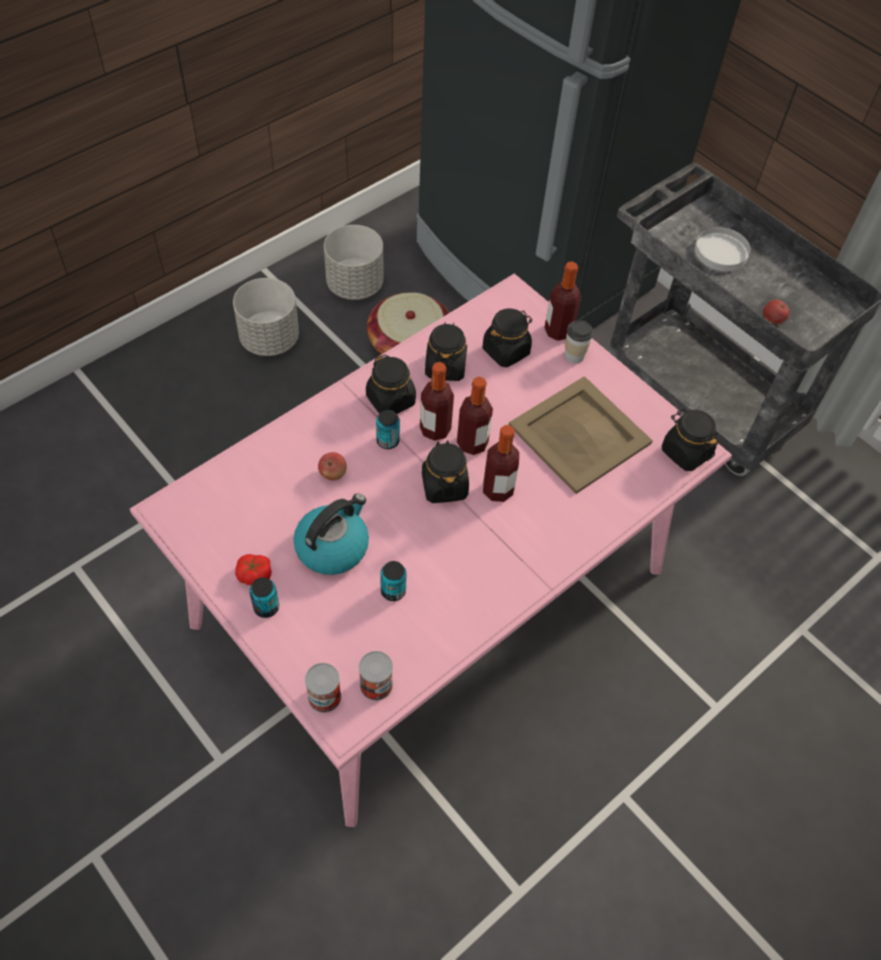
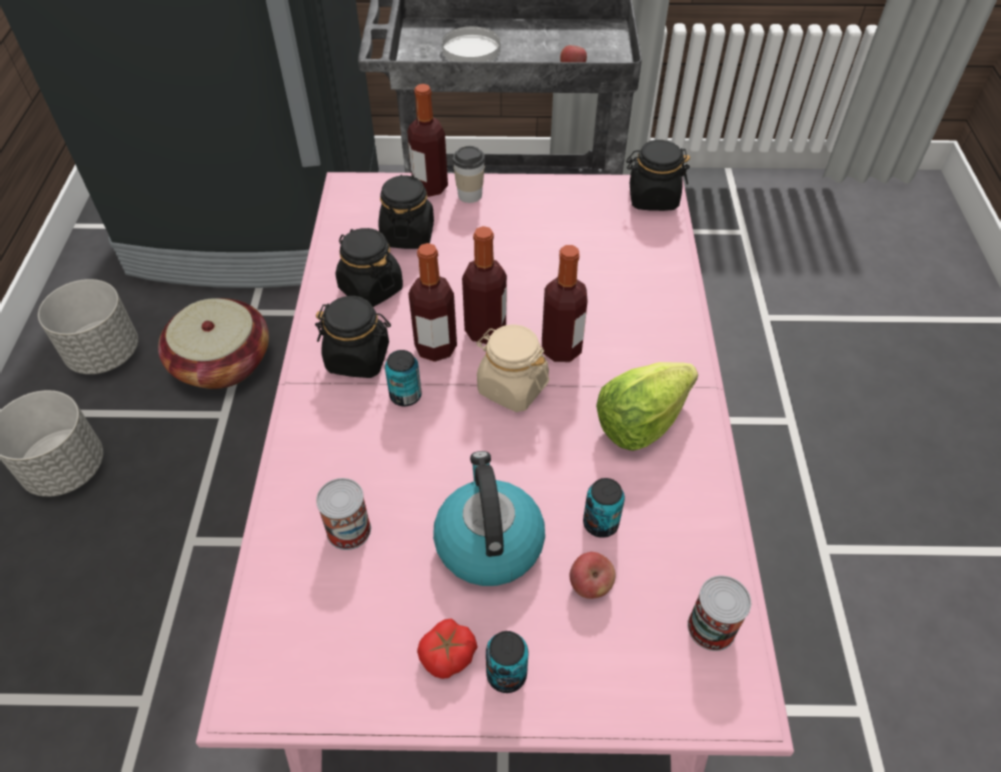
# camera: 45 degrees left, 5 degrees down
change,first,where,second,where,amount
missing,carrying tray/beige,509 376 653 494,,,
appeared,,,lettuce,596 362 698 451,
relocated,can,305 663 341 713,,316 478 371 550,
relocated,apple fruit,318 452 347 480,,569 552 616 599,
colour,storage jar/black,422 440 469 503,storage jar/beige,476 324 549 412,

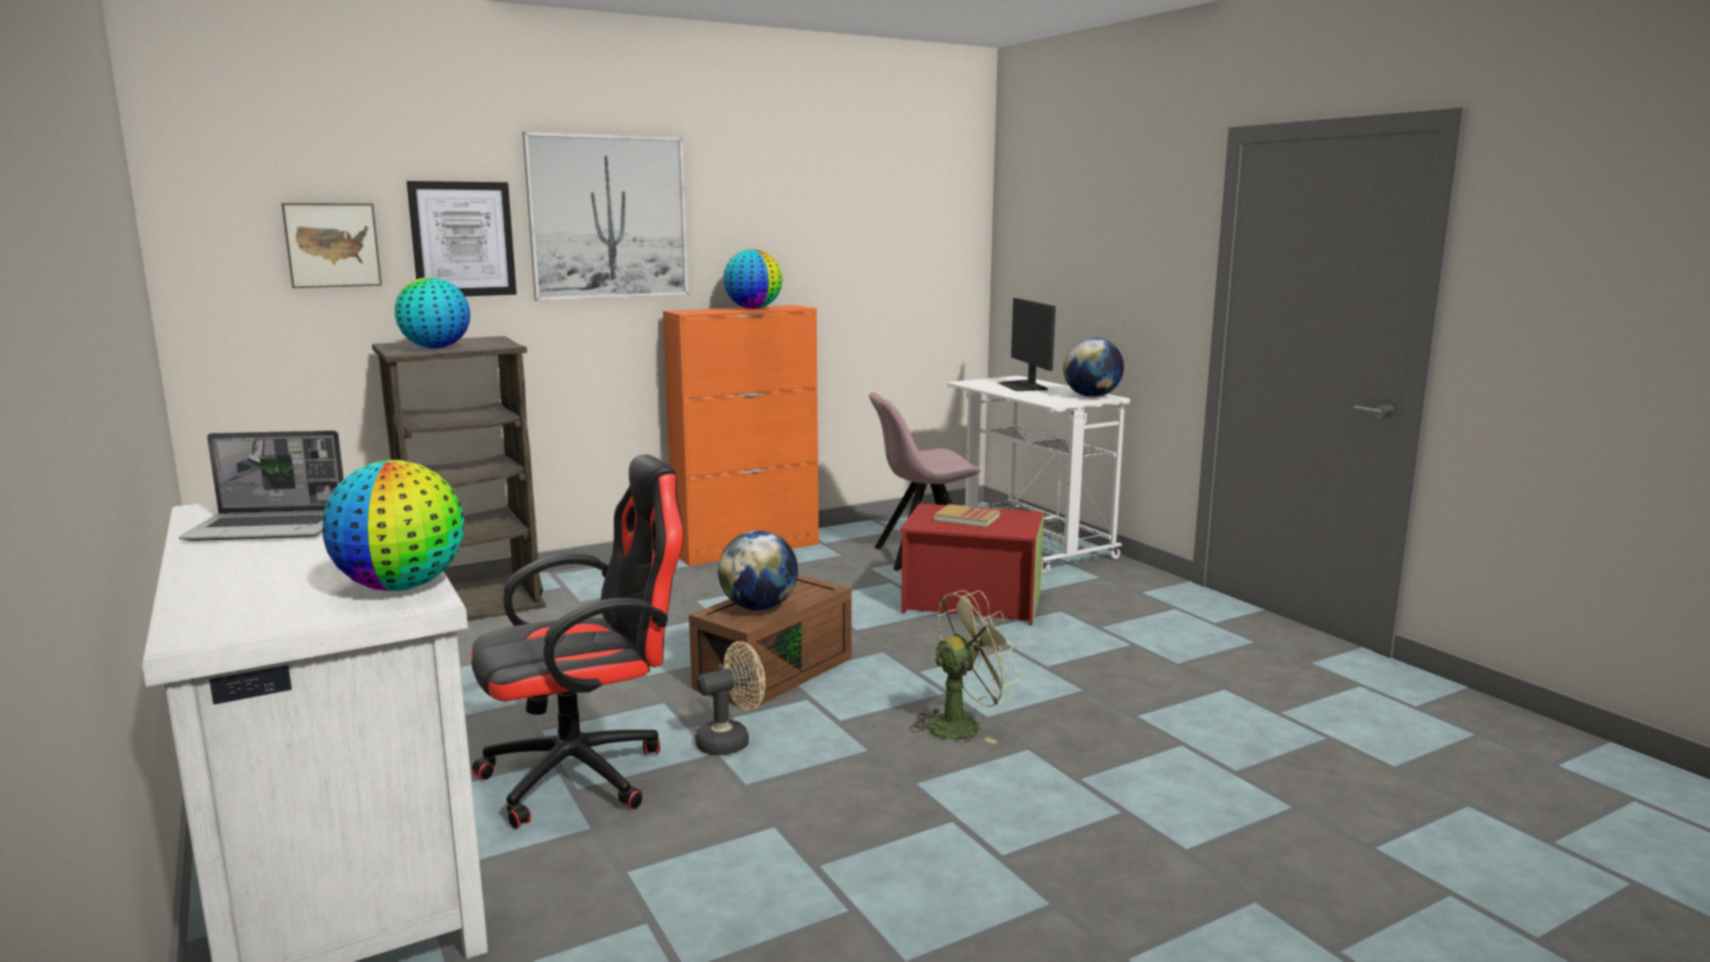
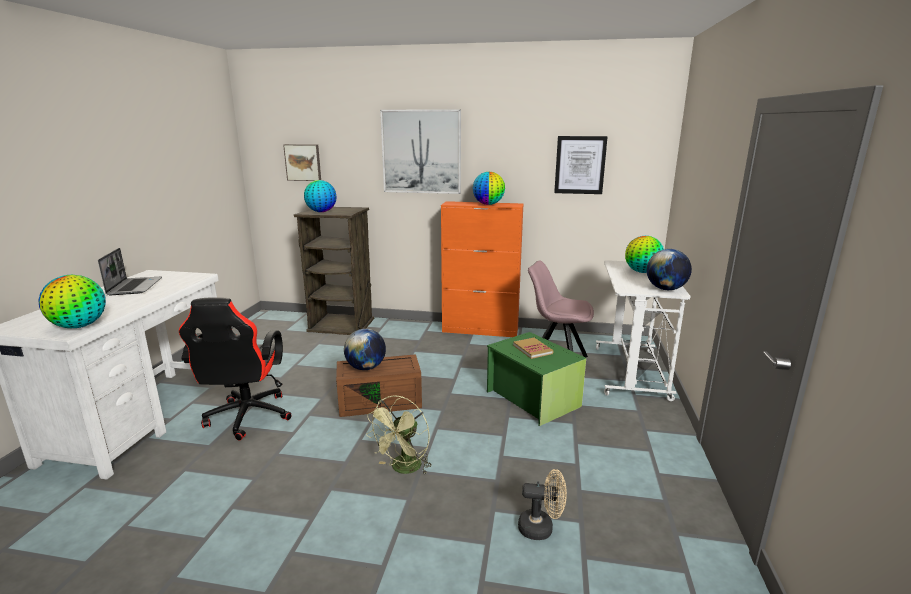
# camera: 40 degrees right, 5 degrees up
change,first,where,second,where,amount
relocated,picture,407 181 517 296,,554 136 608 194,
relocated,electric fan/beige,695 641 765 755,,518 469 567 540,
exchanged,computer screen,998 298 1056 391,world globe,625 236 664 273,
colour,storage bin/reddish,900 503 1044 625,storage bin/green-coloured,487 332 587 426,
spun,laptop,179 430 344 541,,98 248 162 295,135 degrees counterclockwise
spun,desk chair/black,471 454 684 829,,179 297 291 441,75 degrees clockwise
spun,electric fan/green-coloured,909 590 1021 744,,366 395 432 475,105 degrees clockwise

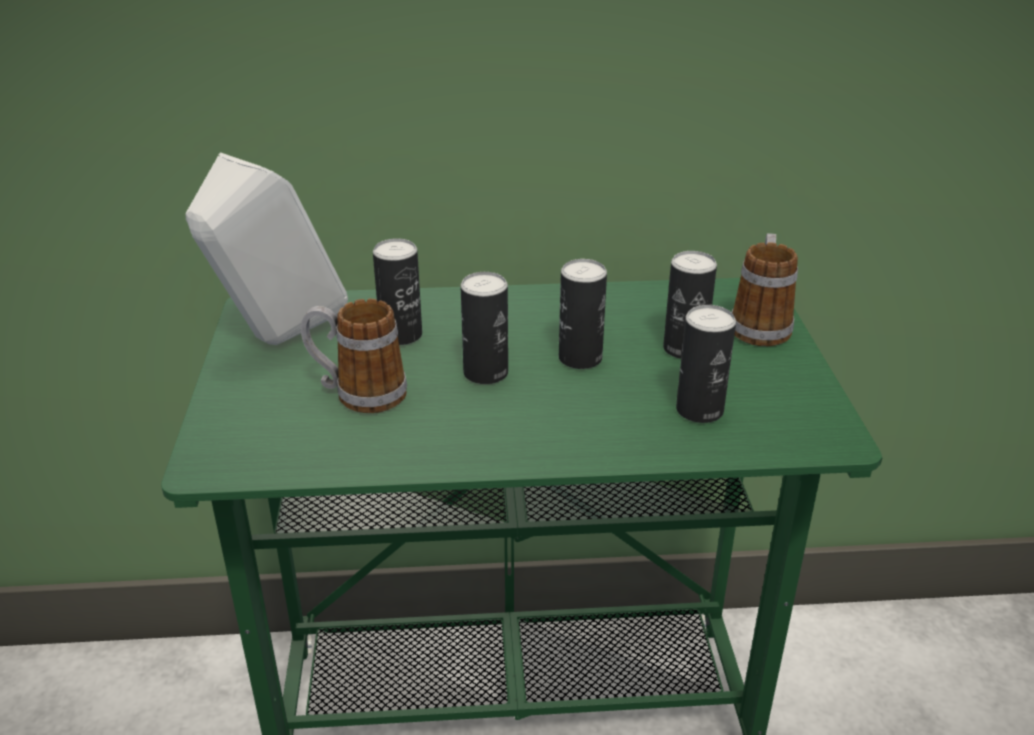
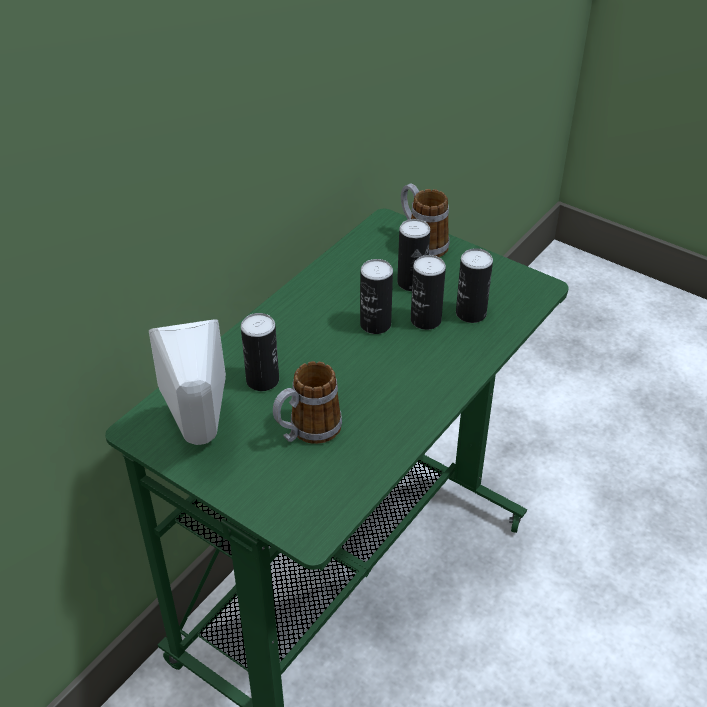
# camera: 50 degrees left, 10 degrees up
change,first,where,second,where,amount
relocated,can,460 272 508 384,,411 255 446 330,

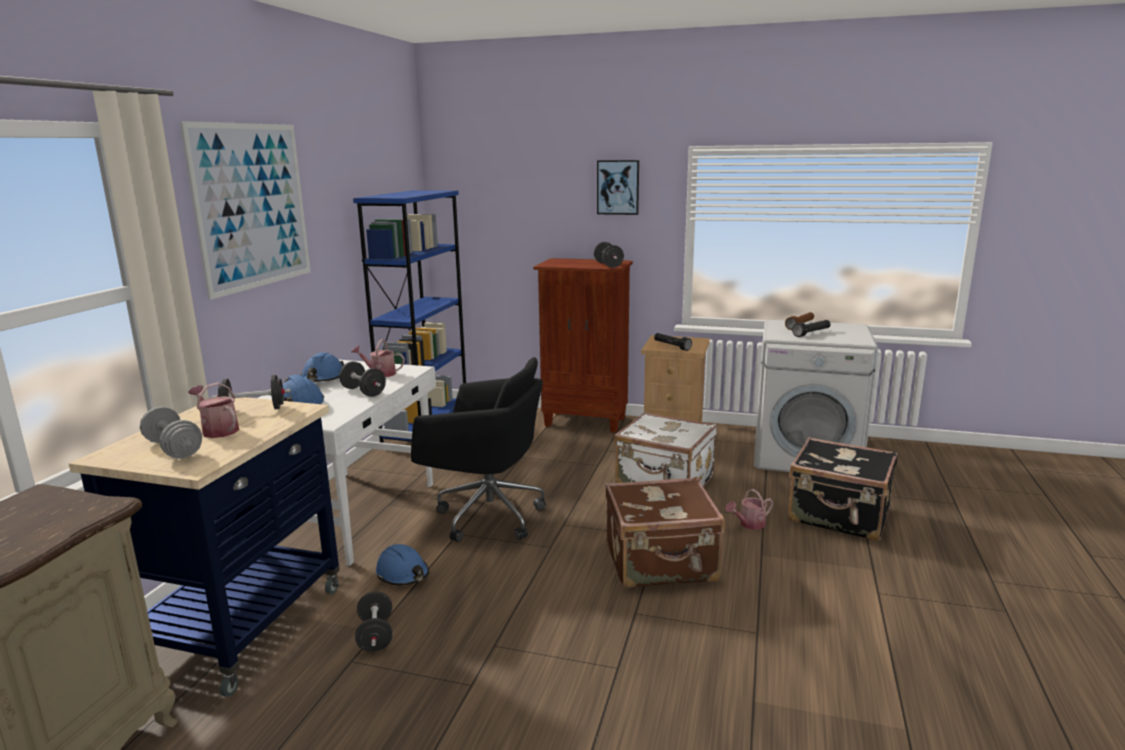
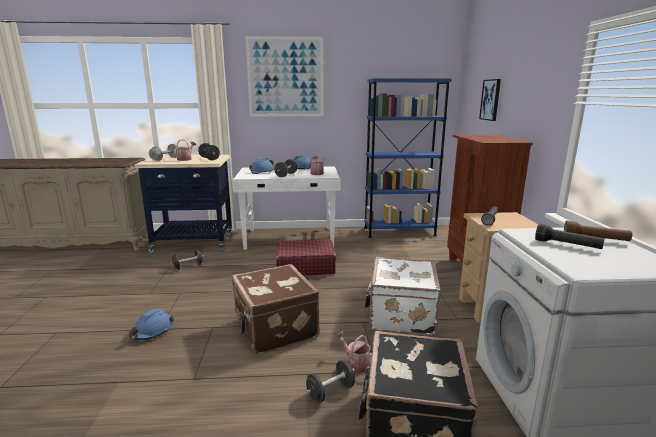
# camera: 70 degrees right, 0 degrees up
change,first,where,second,where,amount
relocated,safety helmet/blue,376 544 429 586,,129 309 174 340,
relocated,free weight/black,594 242 624 268,,305 360 355 403,
relocated,picture,597 160 639 215,,479 79 501 121,
exchanged,desk chair/black,411 357 546 542,piece of luggage/reddish,276 239 336 275,

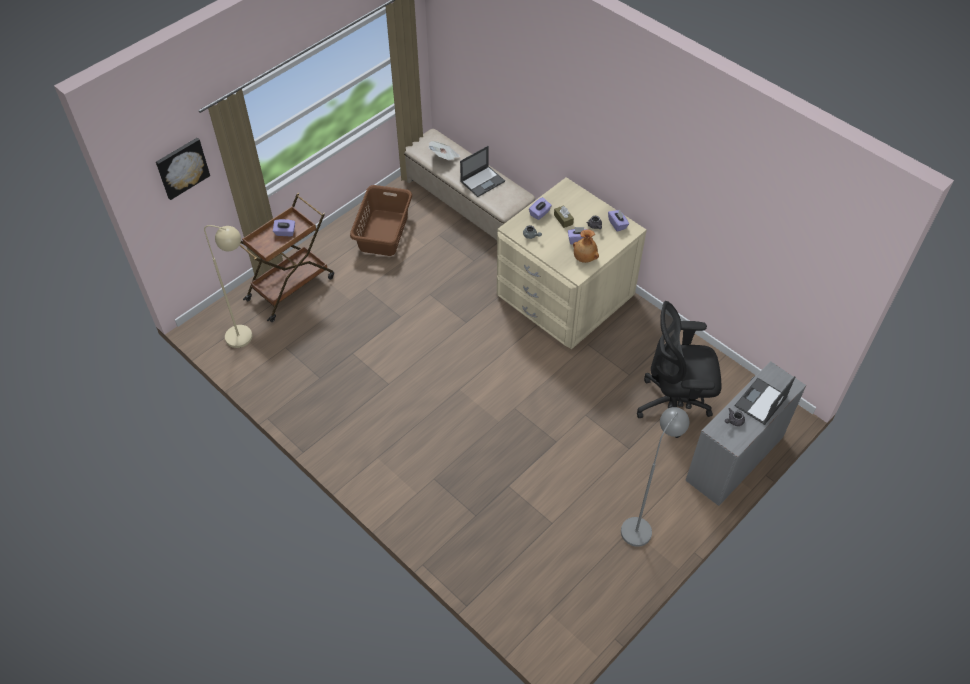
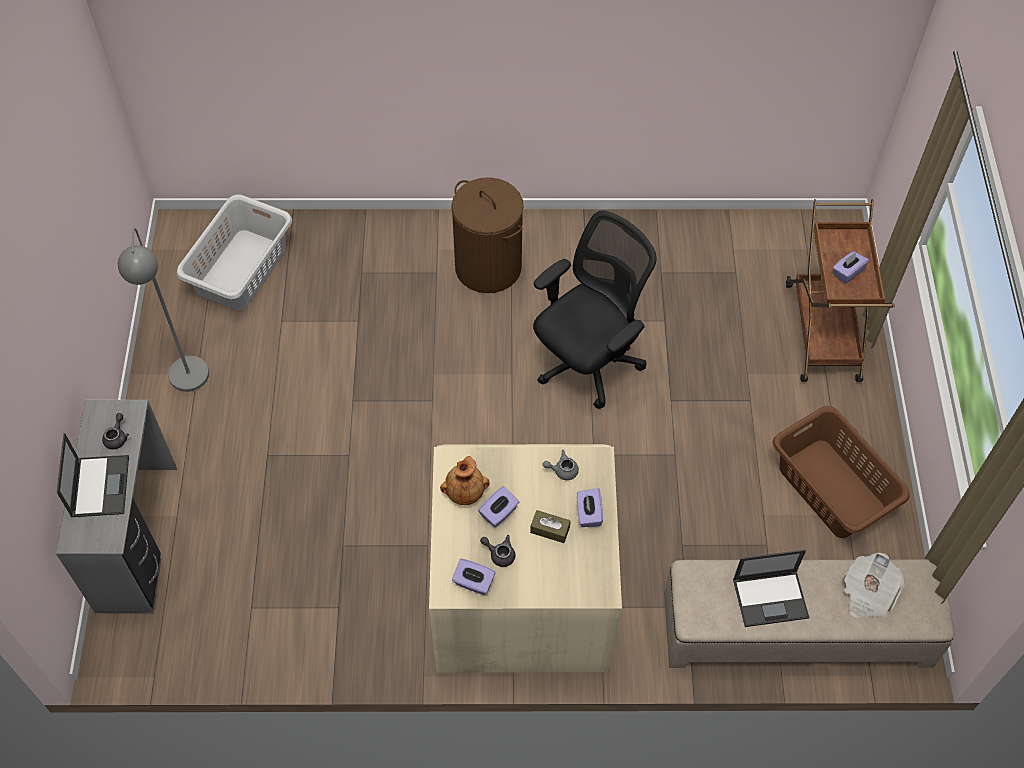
# camera: 135 degrees right, 5 degrees up
change,first,where,second,where,amount
missing,picture,156 138 210 200,,,
missing,standard lamp/beige,204 225 252 348,,,
appeared,,,washing basket/gray,177 194 292 310,
appeared,,,washing basket/brown-coloured,451 177 524 293,
relocated,desk chair/black,637 301 721 438,,533 211 656 409,
spun,laptop,460 146 505 197,,733 550 809 627,105 degrees counterclockwise

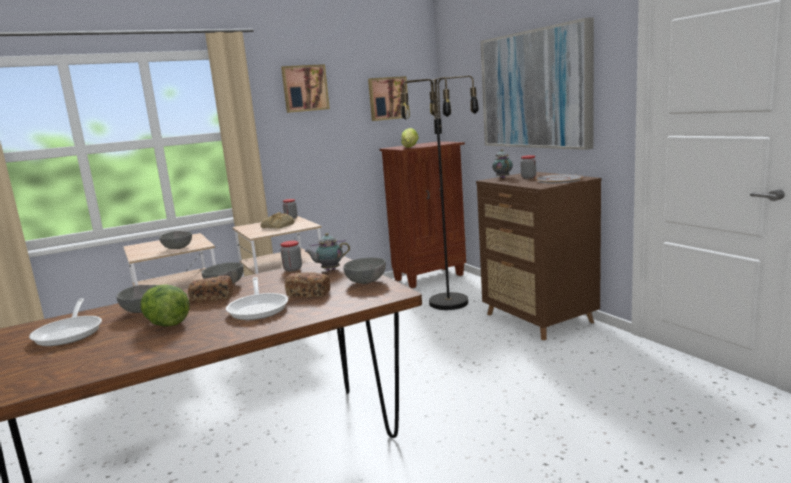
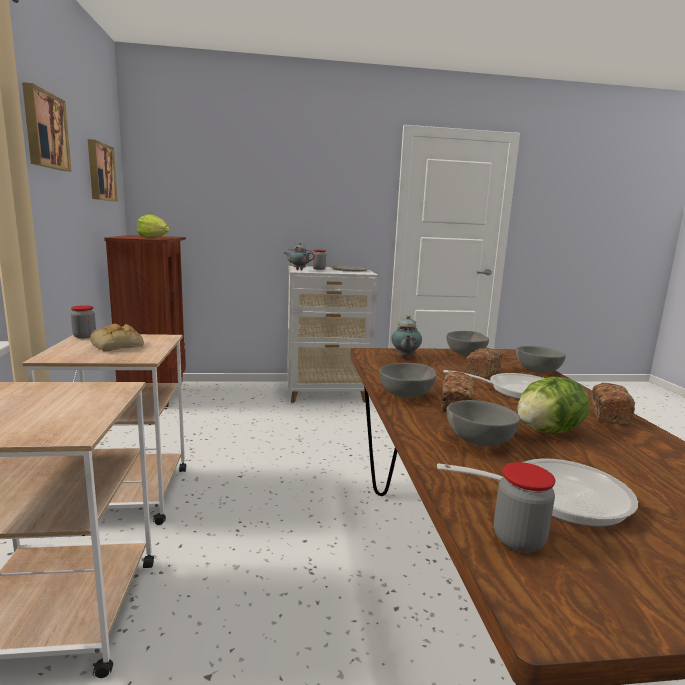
# camera: 70 degrees left, 0 degrees up
change,first,where,second,where,amount
missing,standard lamp,401 76 479 310,,,
missing,picture,480 18 594 150,,,
appeared,,,baked bread,591 383 635 425,
relocated,bowl/gray,159 231 192 249,,516 346 566 373,
relocated,storage jar,280 241 302 272,,494 462 556 553,
colour,chest of drawers/brown-coloured,476 172 601 340,chest of drawers/white,287 266 378 403,

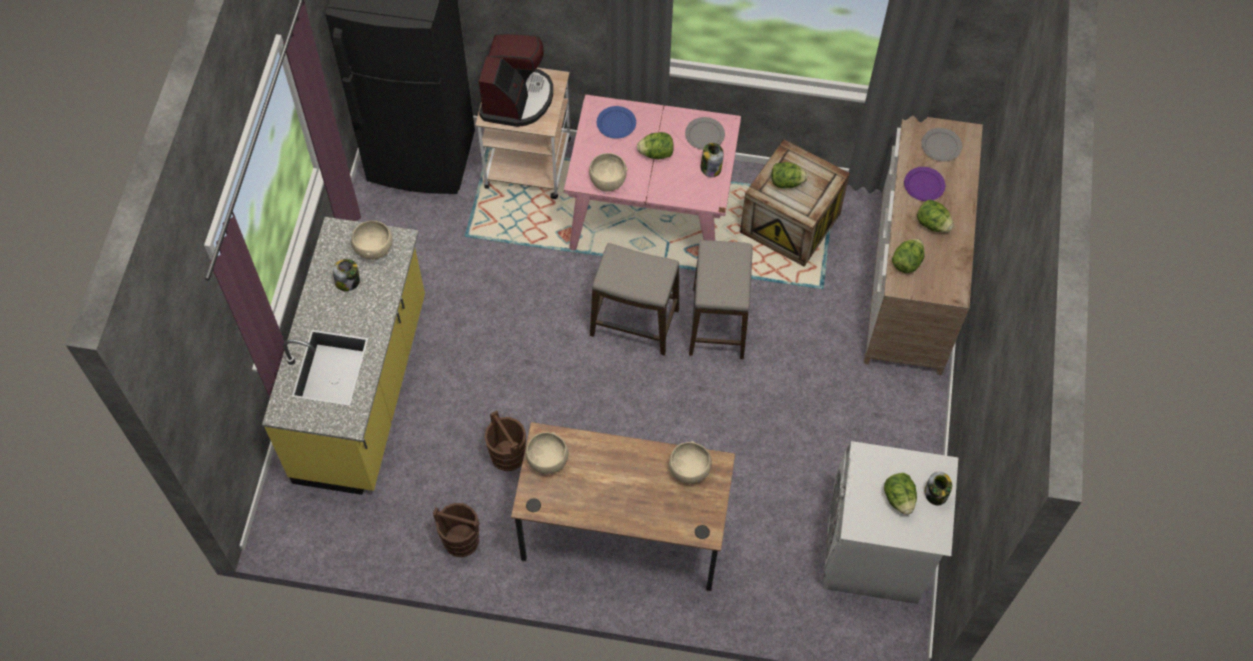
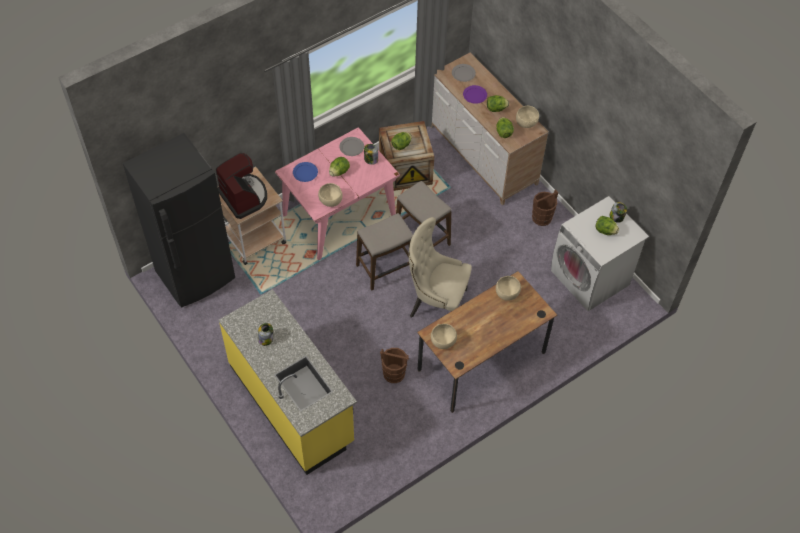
# camera: 45 degrees left, 5 degrees down
change,first,where,second,where,amount
appeared,,,plain chair/beige,409 217 472 317,
relocated,bowl/beige,351 221 392 260,,516 106 539 128,
relocated,bucket/brown-coloured,433 503 479 557,,532 189 558 226,

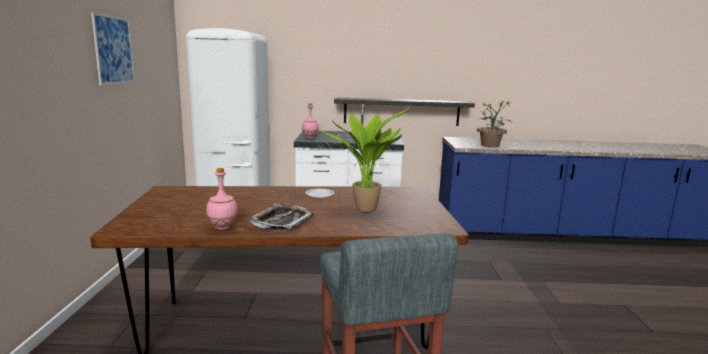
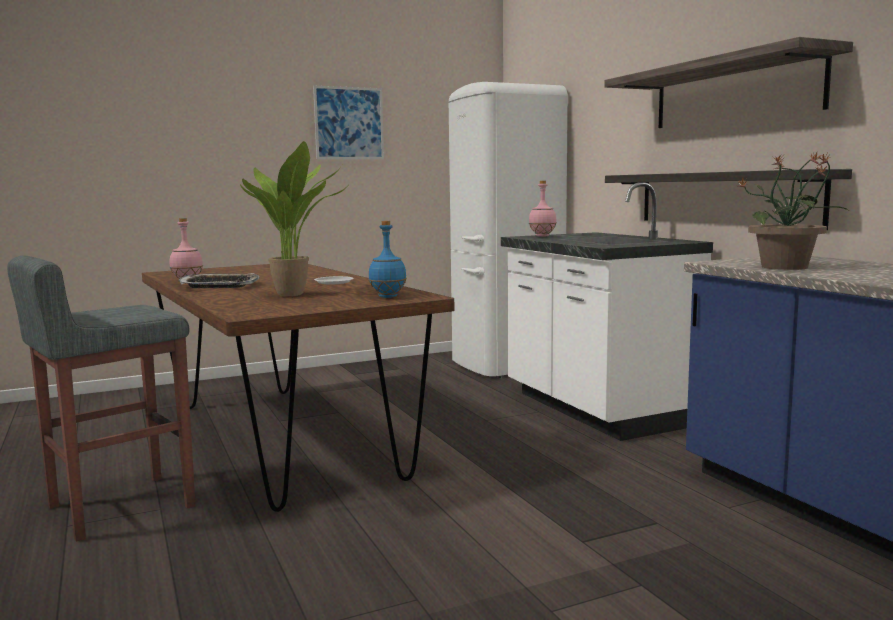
# camera: 65 degrees right, 5 degrees down
change,first,where,second,where,amount
appeared,,,beverage bottle/blue,368 221 407 298,
appeared,,,bracket shelf,604 37 853 128,

